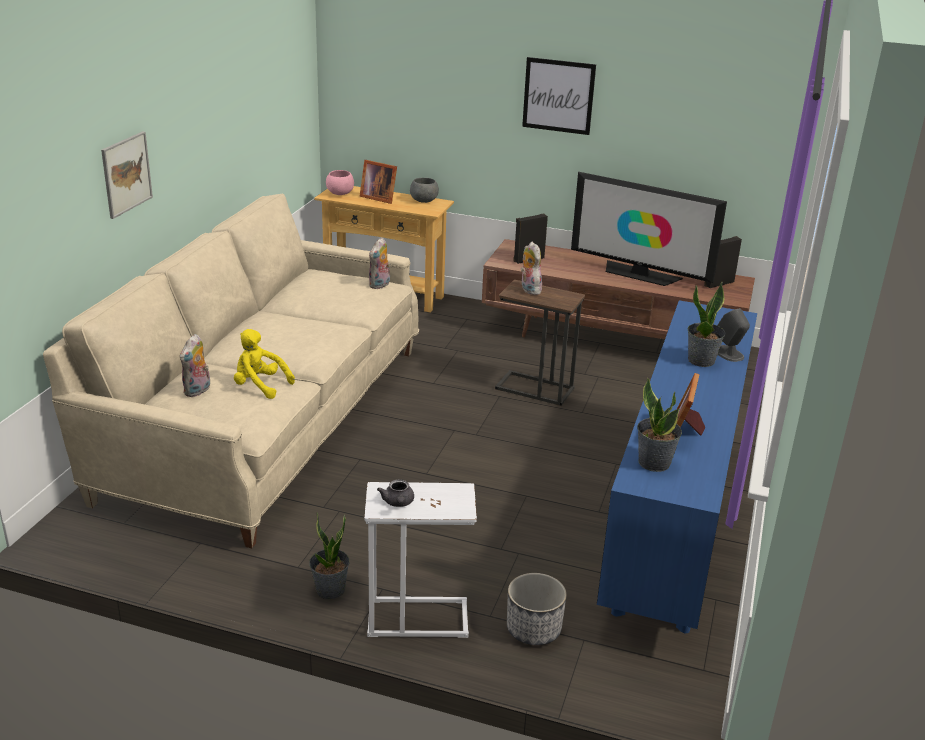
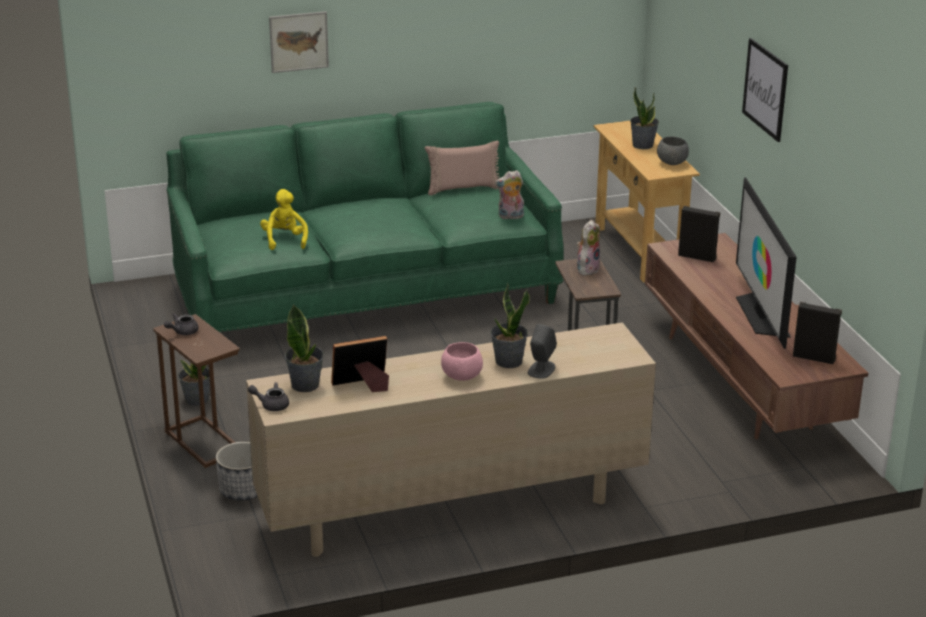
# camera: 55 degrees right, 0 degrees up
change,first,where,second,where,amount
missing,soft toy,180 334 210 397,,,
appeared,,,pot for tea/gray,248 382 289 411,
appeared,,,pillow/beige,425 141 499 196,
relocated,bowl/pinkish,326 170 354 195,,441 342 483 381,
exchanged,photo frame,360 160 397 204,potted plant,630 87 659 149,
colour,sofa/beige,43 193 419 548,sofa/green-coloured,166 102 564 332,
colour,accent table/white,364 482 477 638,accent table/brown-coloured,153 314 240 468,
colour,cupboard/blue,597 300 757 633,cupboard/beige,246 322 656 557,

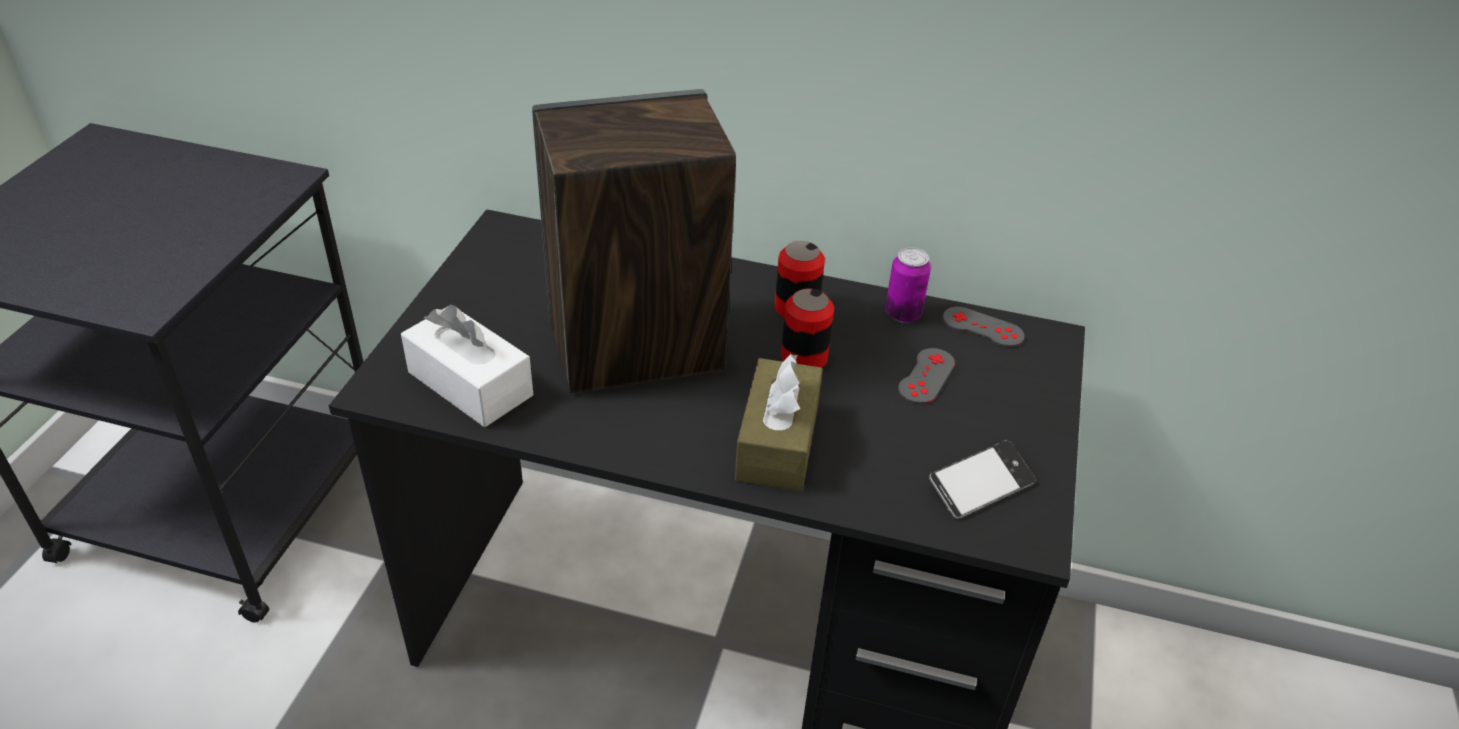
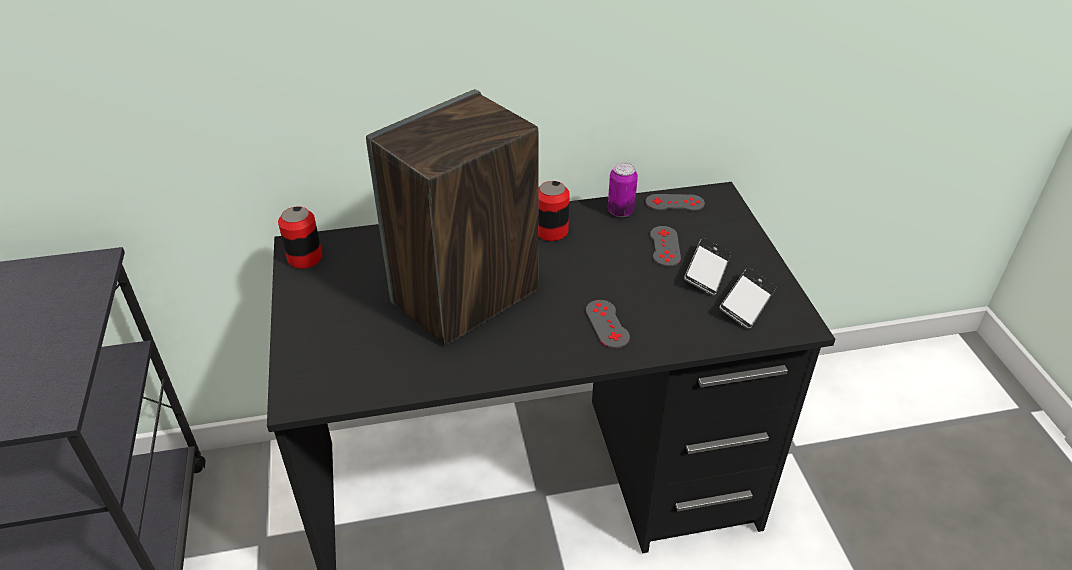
# camera: 25 degrees left, 0 degrees up
change,first,where,second,where,amount
missing,box of tissues/white,401 305 533 427,,,
appeared,,,handset,684 238 731 296,
relocated,can,781 289 834 368,,278 206 322 269,
exchanged,box of tissues/brown-coloured,735 354 823 491,gamepad/gray,586 300 630 348,

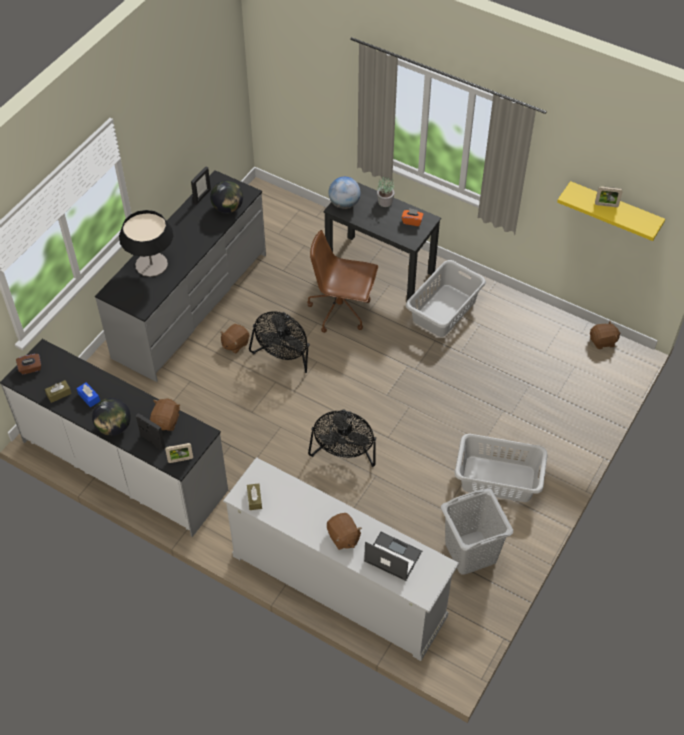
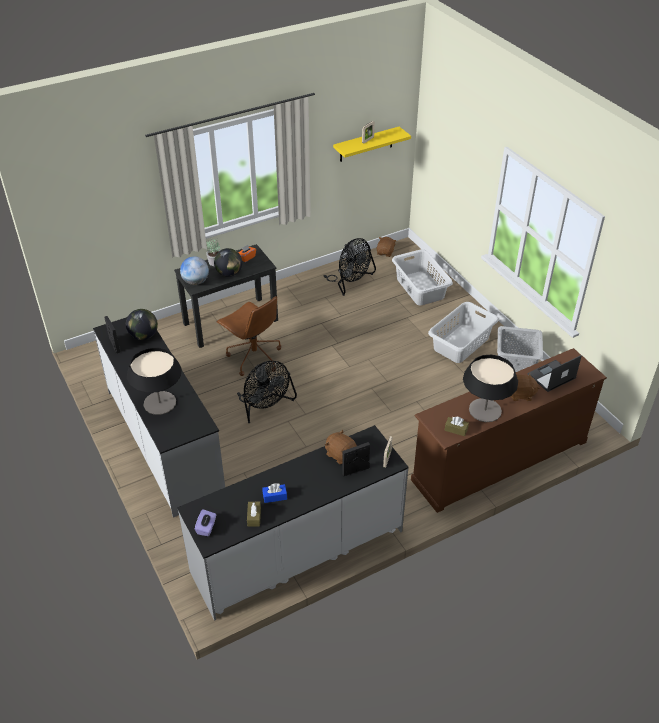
# camera: 60 degrees left, 10 degrees down
change,first,where,second,where,amount
missing,soft toy/brown-coloured,220 324 250 353,,,
appeared,,,table lamp,463 355 518 422,
relocated,world globe,92 398 131 436,,214 248 242 277,
relocated,electric fan/black,308 409 376 467,,323 238 376 296,
relocated,washing basket/gray,406 260 486 337,,392 249 453 305,
colour,box of tissues/brown-coloured,16 354 41 375,box of tissues/purple,195 509 217 536,
colour,cupboard/white,223 457 459 661,cupboard/brown-coloured,411 348 607 513,
spun,desk chair/brown-coloured,307 230 378 333,,216 296 281 376,90 degrees counterclockwise

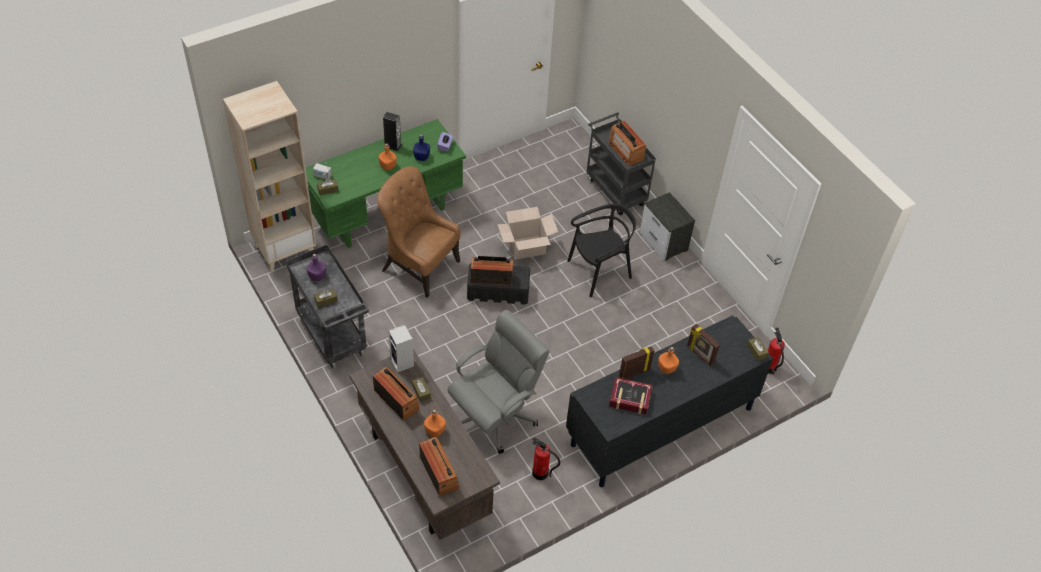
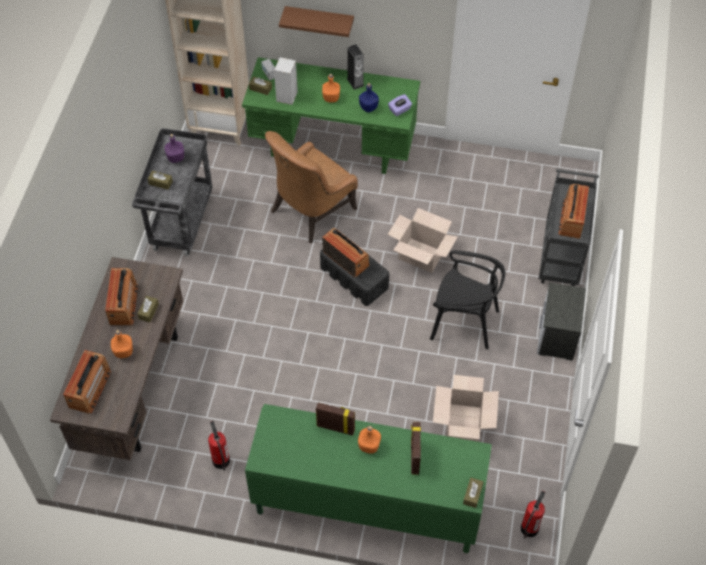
# camera: 45 degrees right, 5 degrees up
change,first,where,second,where,amount
missing,desk chair/gray,447 310 549 454,,,
missing,volume,609 377 653 415,,,
appeared,,,bracket shelf/brown-coloured,279 6 354 37,
appeared,,,packing box,433 375 499 442,
relocated,speaker,388 325 414 372,,274 57 298 105,
colour,cupboard/black,566 315 773 487,cupboard/green-coloured,245 404 492 553,
spun,plain chair/brown-coloured,377 166 460 298,,265 131 358 243,120 degrees counterclockwise

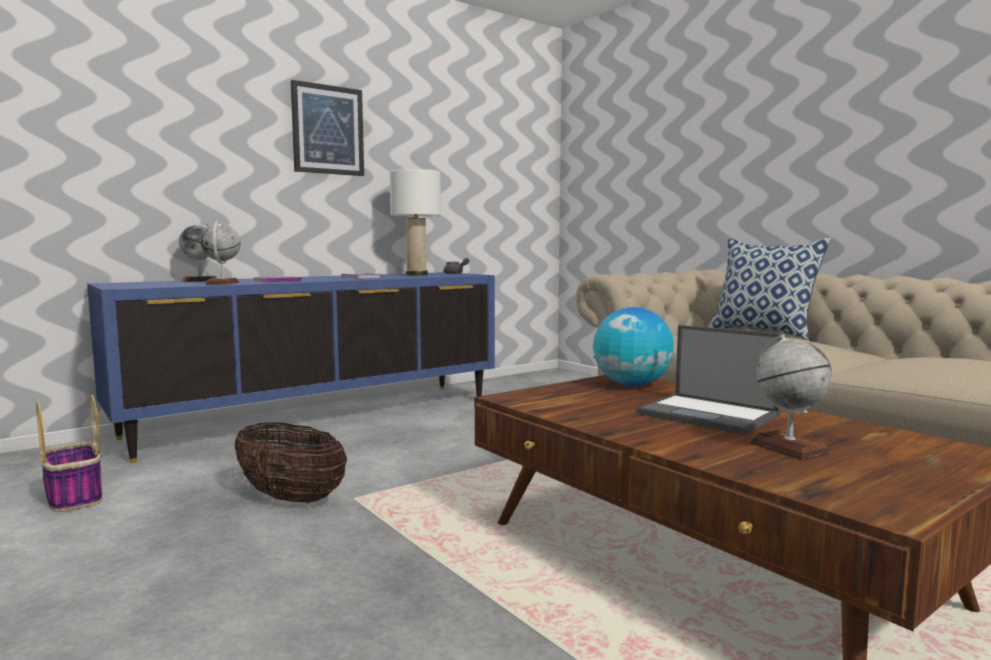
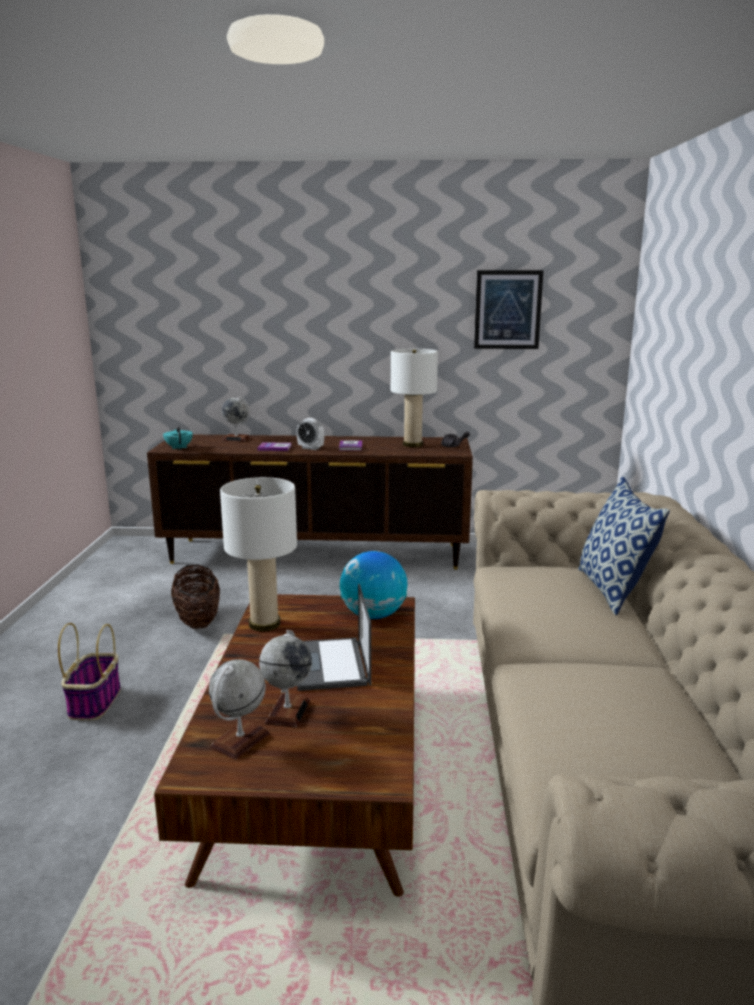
# camera: 40 degrees right, 10 degrees up
change,first,where,second,where,amount
appeared,,,pot for tea/blue-green,163 426 193 450,
appeared,,,table lamp/white,220 477 297 631,
appeared,,,bedside clock,296 418 324 450,
relocated,basket,36 395 102 512,,58 623 121 720,
relocated,world globe,201 221 241 285,,209 659 270 760,
relocated,picture,291 80 364 176,,474 270 544 349,
colour,cupboard/blue,87 272 495 463,cupboard/brown-coloured,147 435 473 570,

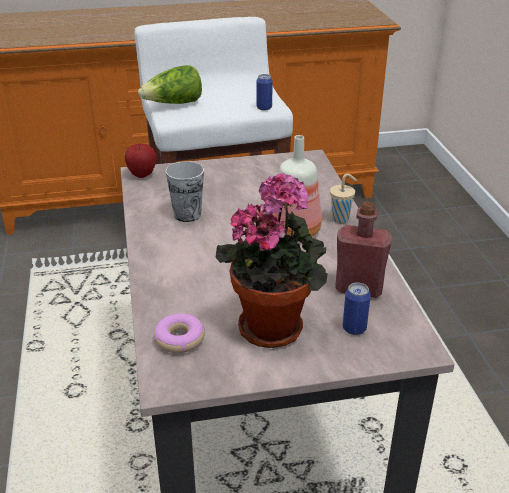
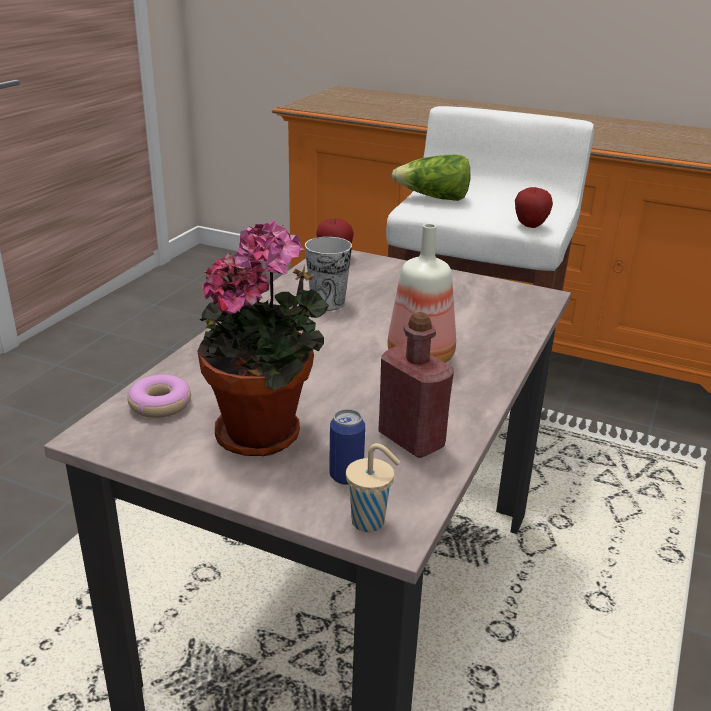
# camera: 35 degrees right, 5 degrees down
change,first,where,second,where,amount
relocated,cup/beige,330 173 357 223,,346 443 400 532,
exchanged,can,256 74 273 111,apple fruit,515 187 553 228,

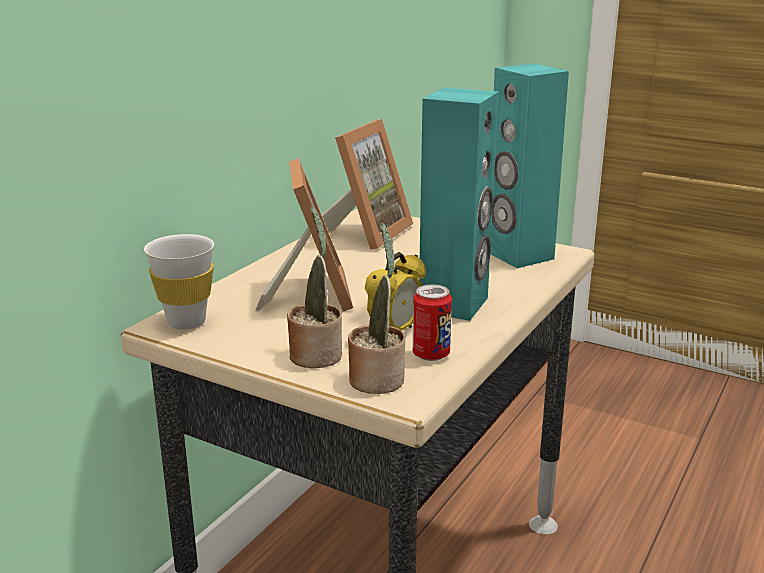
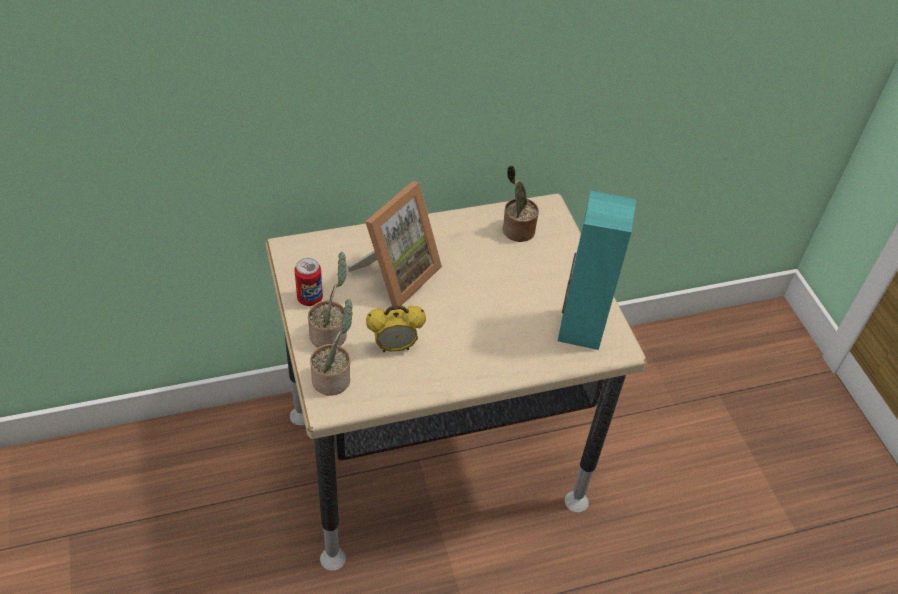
# camera: 40 degrees right, 25 degrees up
change,first,where,second,where,amount
missing,cup/white,144 234 214 330,,,
missing,speaker/blue-green,419 88 499 321,,,
relocated,can,413 284 452 361,,294 258 323 306,
exchanged,photo frame,321 119 413 250,potted plant,503 165 539 242,

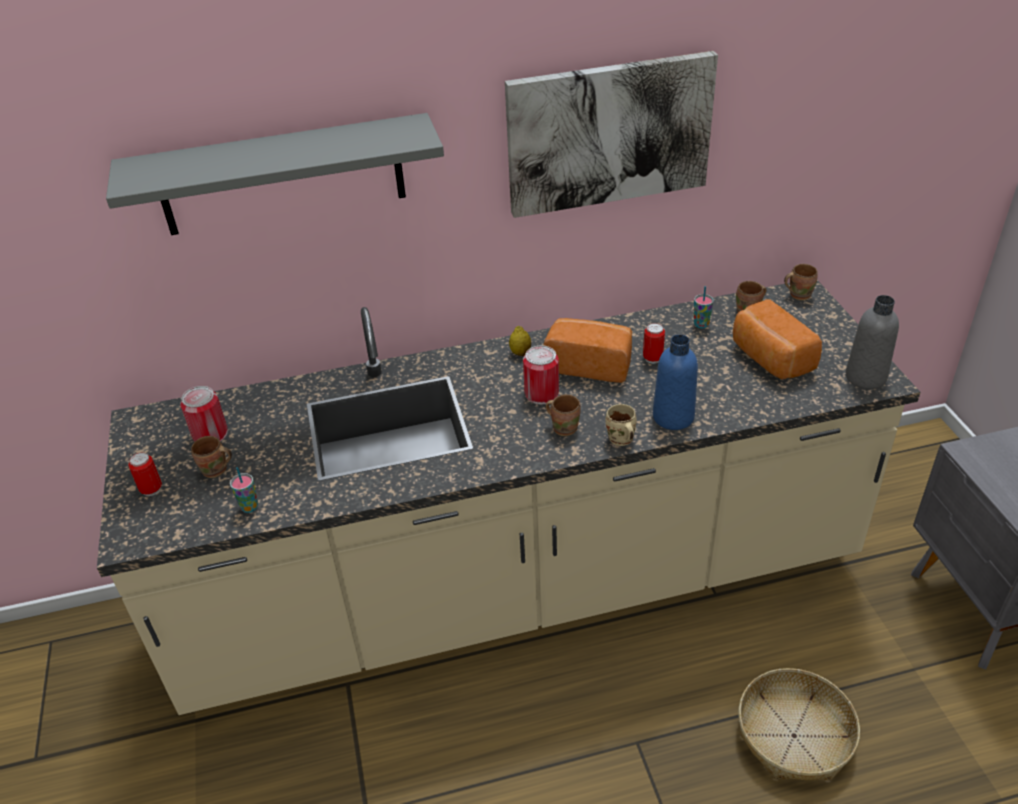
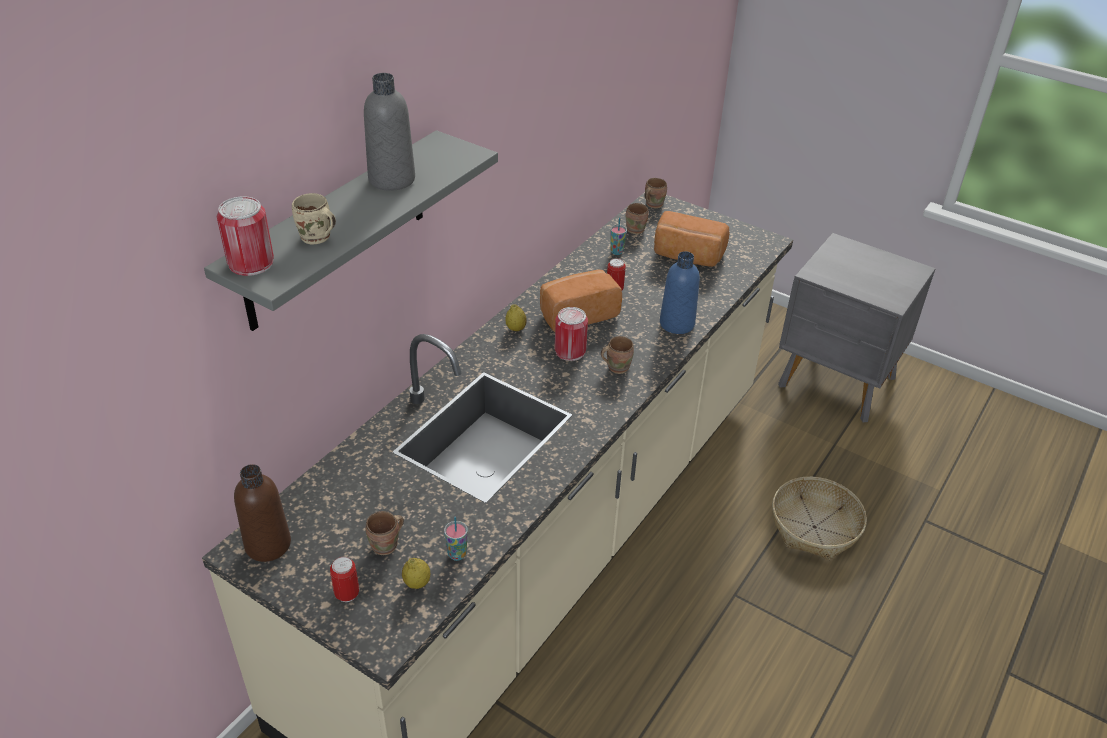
# camera: 45 degrees left, 0 degrees up
change,first,where,second,where,amount
missing,picture,505 51 718 218,,,
appeared,,,beverage bottle/brown-coloured,234 464 291 562,
appeared,,,citrus fruit,402 558 430 589,
relocated,can,180 386 228 442,,217 196 274 276,
relocated,mug/beige,605 404 637 446,,292 193 336 244,
relocated,beverage bottle/gray,846 295 899 389,,364 73 415 191,

